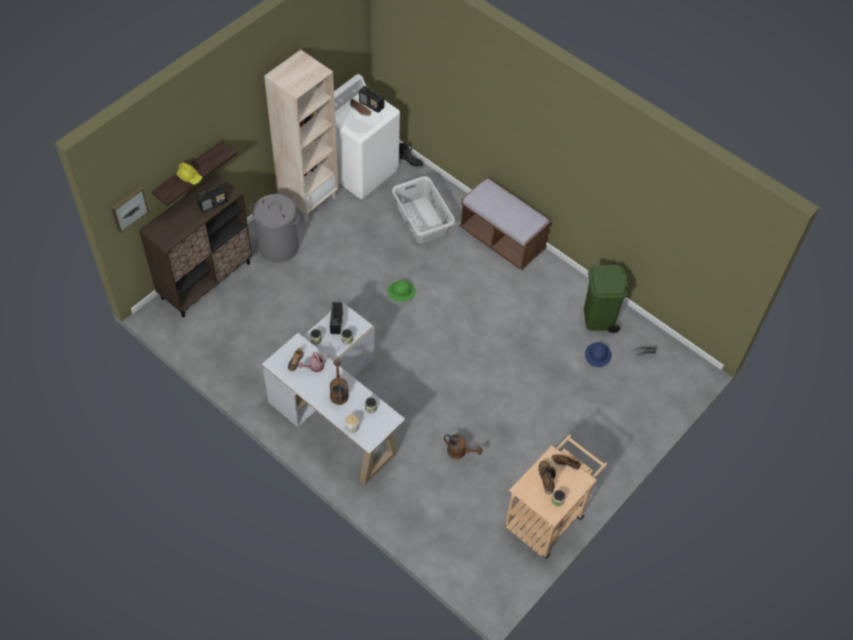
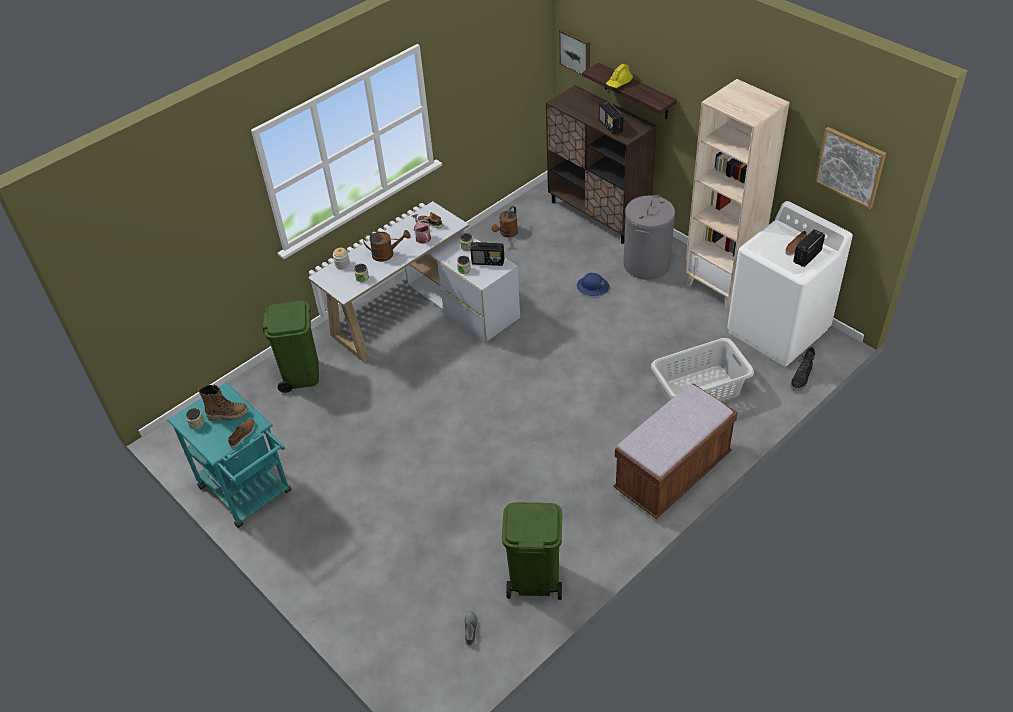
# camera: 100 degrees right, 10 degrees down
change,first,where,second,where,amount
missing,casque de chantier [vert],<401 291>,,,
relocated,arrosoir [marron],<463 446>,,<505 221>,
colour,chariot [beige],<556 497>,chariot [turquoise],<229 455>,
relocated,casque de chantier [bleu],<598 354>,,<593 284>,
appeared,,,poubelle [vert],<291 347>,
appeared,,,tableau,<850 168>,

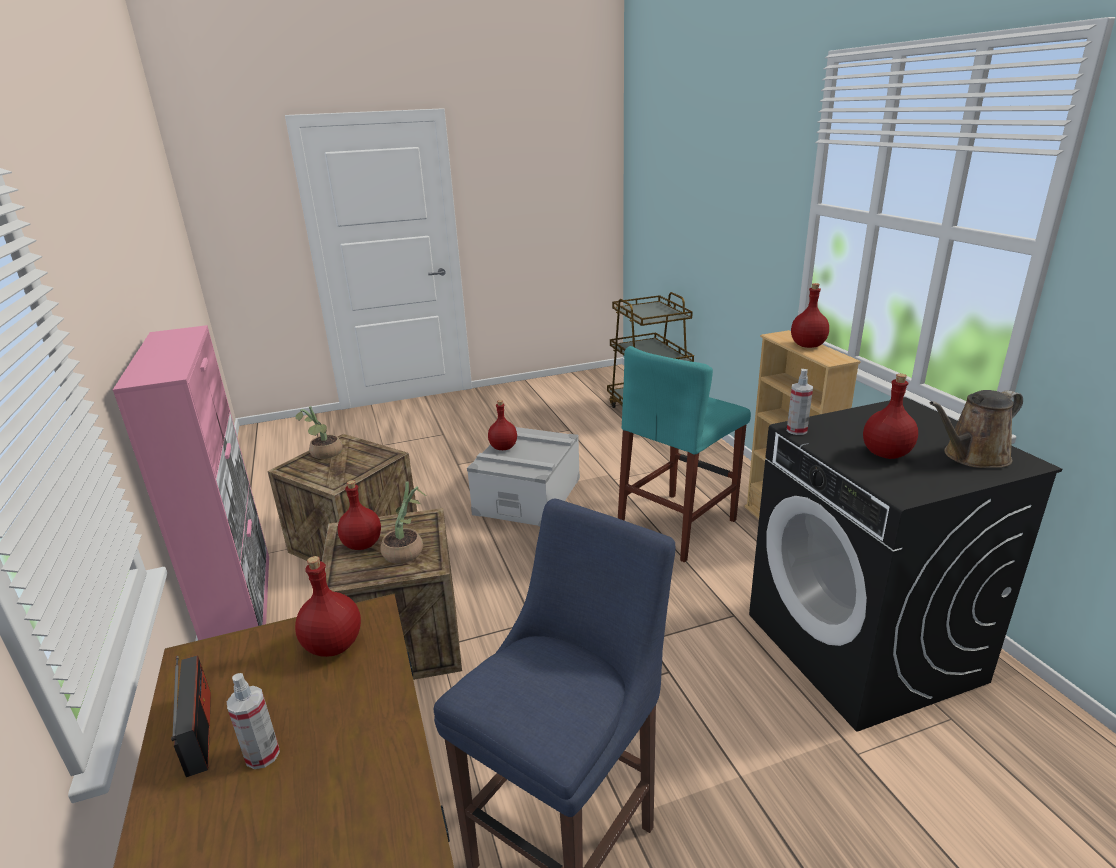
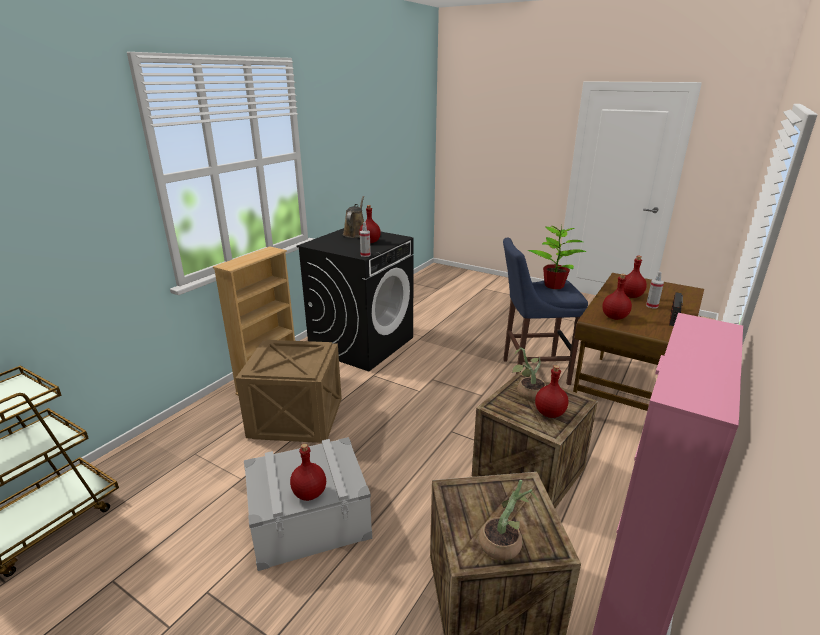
# camera: 130 degrees left, 0 degrees up
change,first,where,second,where,amount
exchanged,tabouret [turquoise],<684 454>,caisse,<288 391>,
relocated,bouteille [rouge],<810 315>,,<635 277>,
spun,arrosoir [marron],<976 429>,,<353 217>,105 degrees counterclockwise
appeared,,,plante en pot,<557 255>,

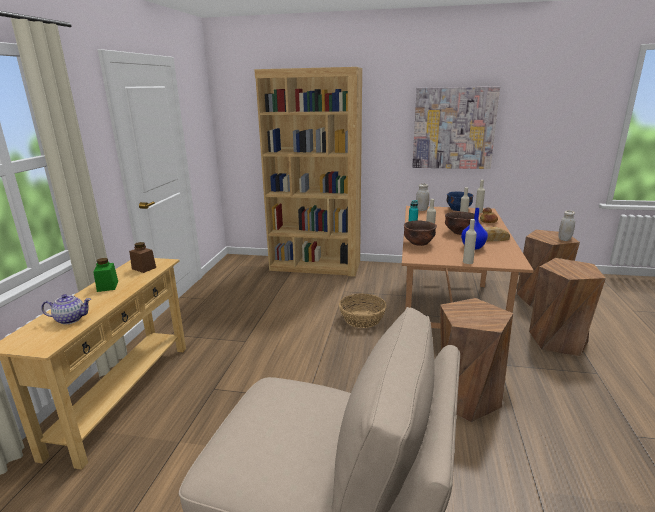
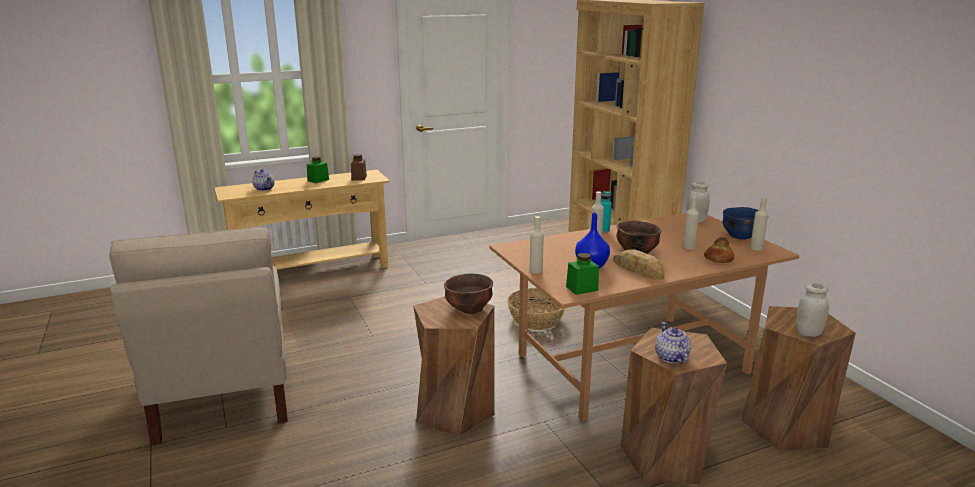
# camera: 55 degrees right, 0 degrees up
change,first,where,second,where,amount
relocated,bol [marron],<420 233>,,<468 294>,
missing,tableau,<456 128>,,,
appeared,,,bocal [vert],<582 274>,
appeared,,,théière,<673 343>,

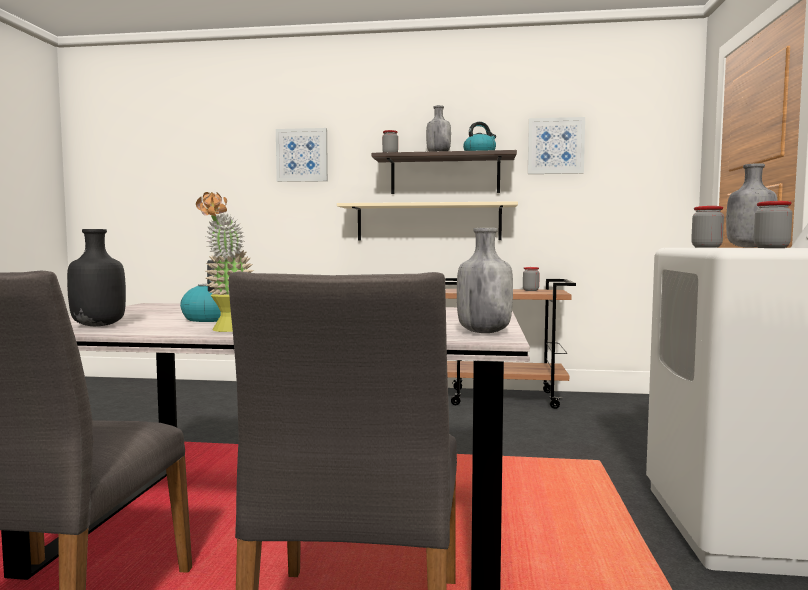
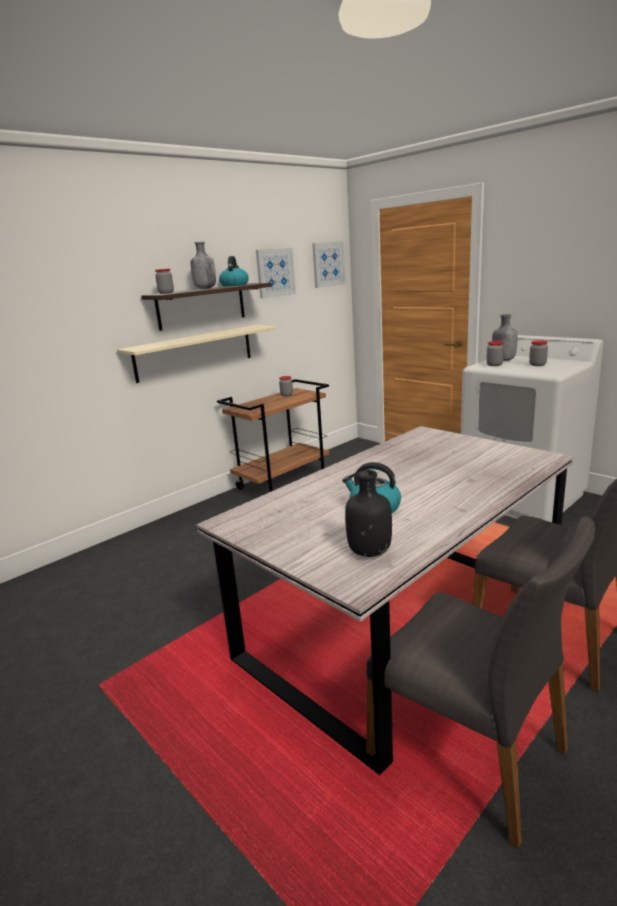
# camera: 50 degrees left, 15 degrees up
change,first,where,second,where,amount
missing,plante en pot,<225 262>,,,
relocated,tableau,<302 155>,,<329 264>,
missing,bouteille [gris],<485 280>,,,

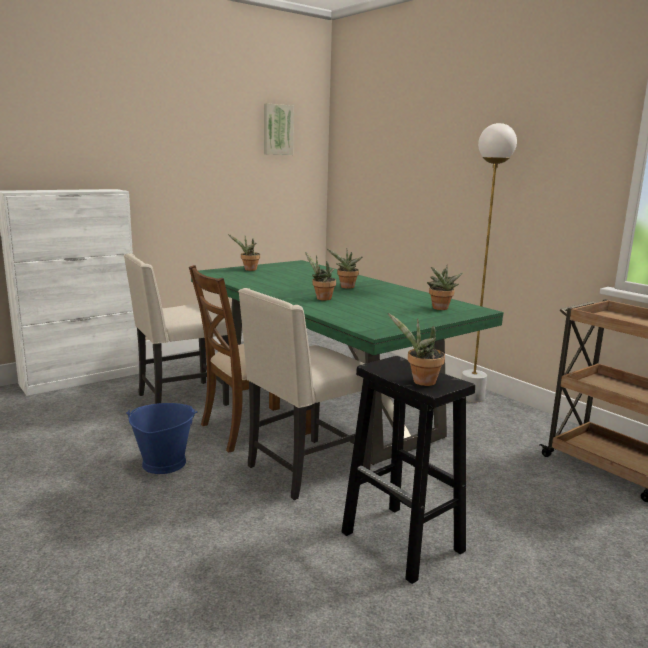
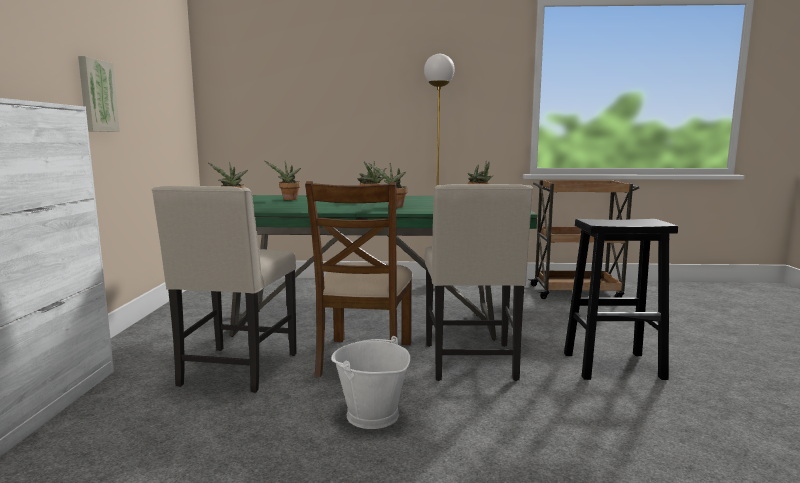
# camera: 50 degrees left, 5 degrees down
change,first,where,second,where,amount
colour,seau [bleu],<161 438>,seau [blanc],<370 382>,
relocated,tableau,<279 129>,,<99 94>,
relocated,plante en pot,<416 349>,,<283 180>,

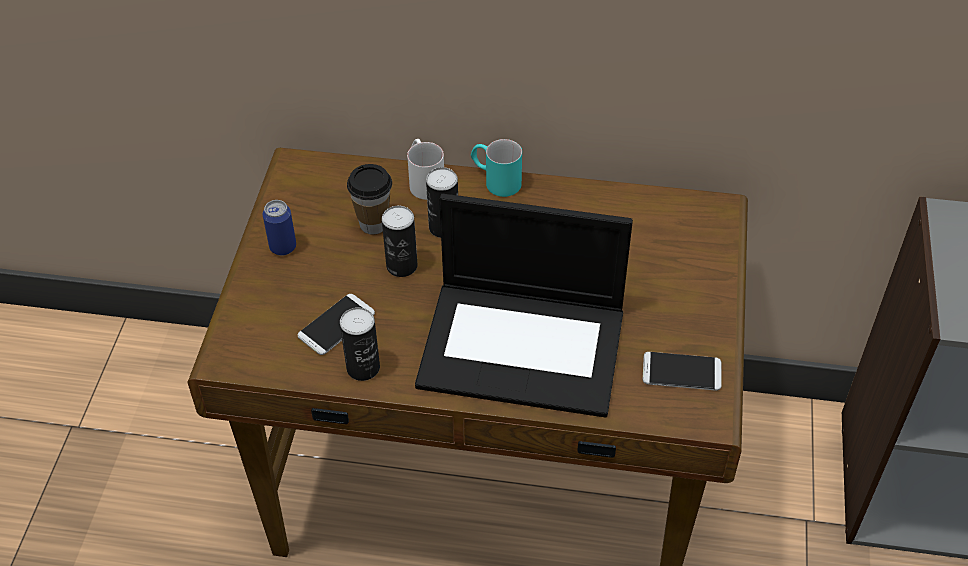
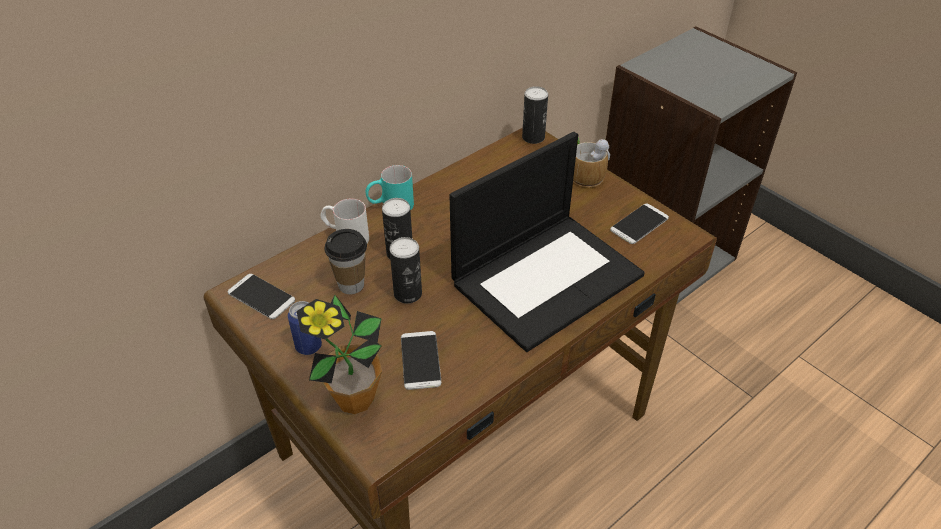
# camera: 50 degrees left, 5 degrees down
change,first,where,second,where,amount
relocated,boîte métallique,<360 344>,,<535 115>,
appeared,,,téléphone,<261 296>,
appeared,,,plante en pot,<339 354>,
appeared,,,mug,<591 162>,

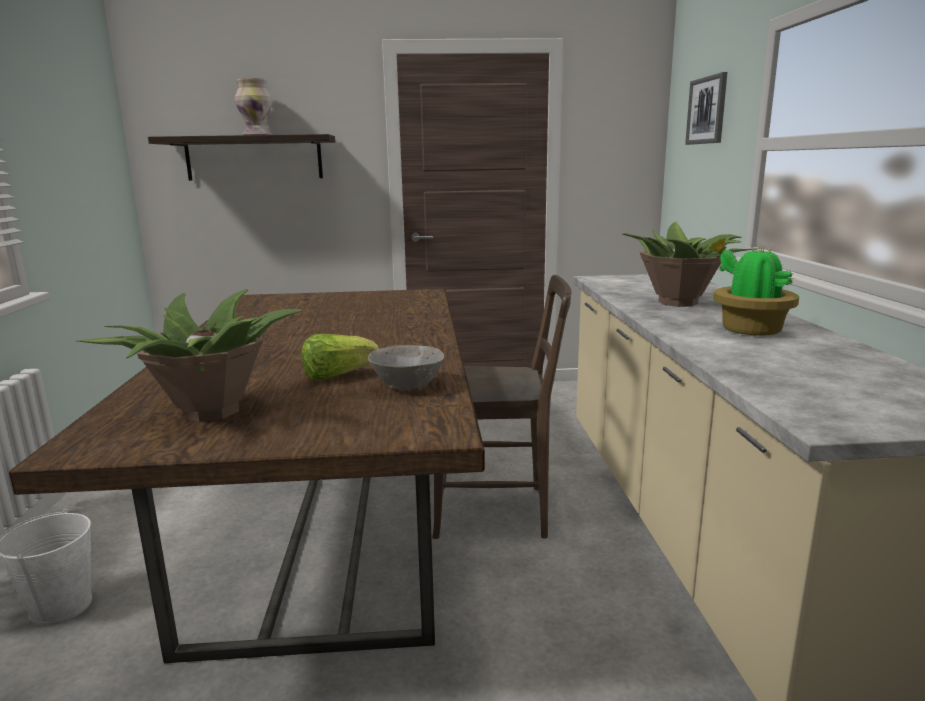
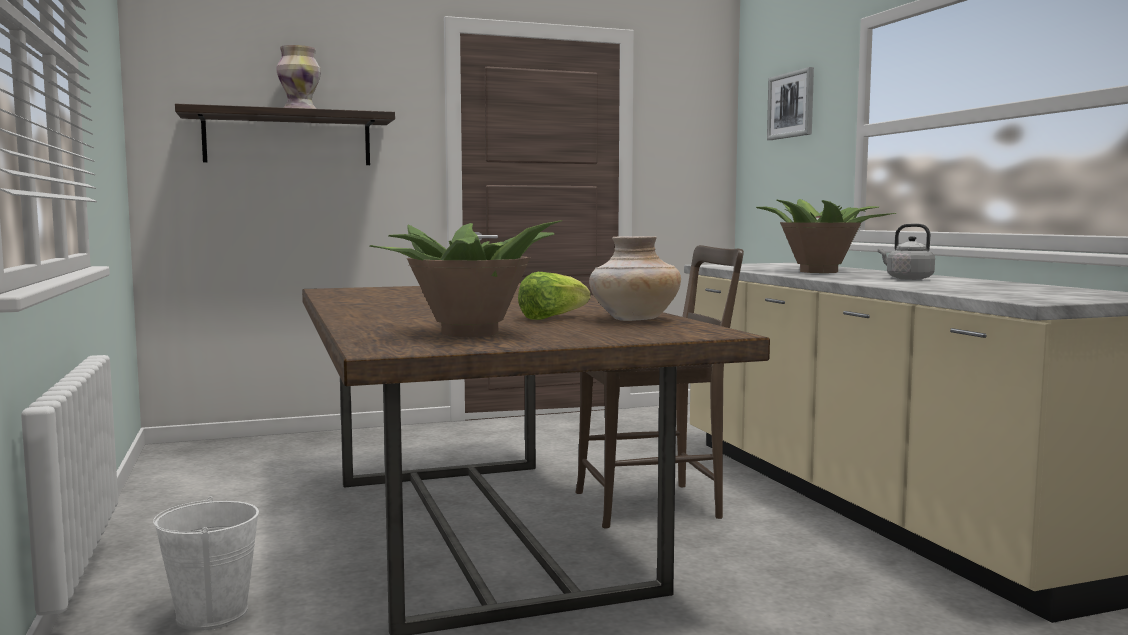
# camera: 15 degrees left, 10 degrees down
change,first,where,second,where,amount
exchanged,bol [gris],<406 367>,vase [beige],<635 278>,
exchanged,plante en pot,<754 287>,bouilloire [gris],<906 252>,

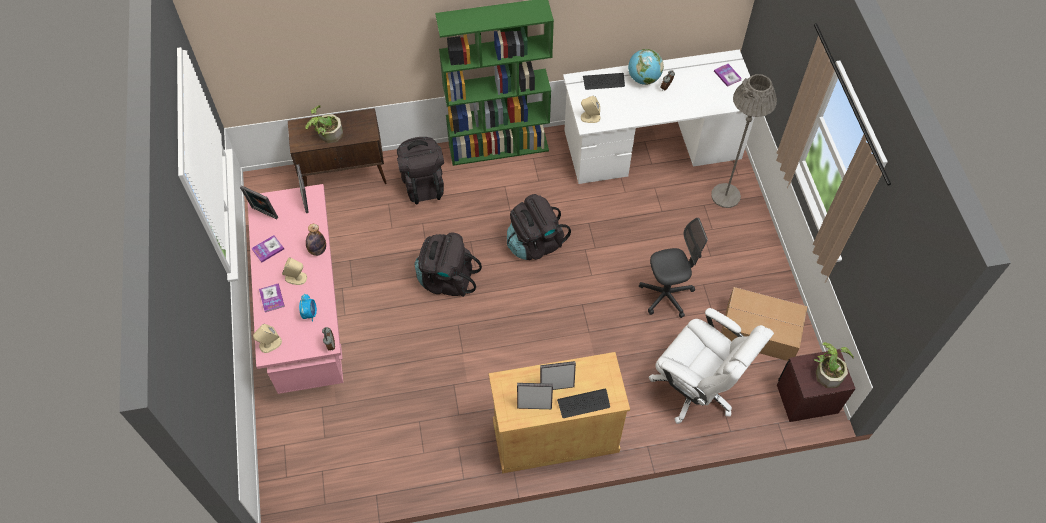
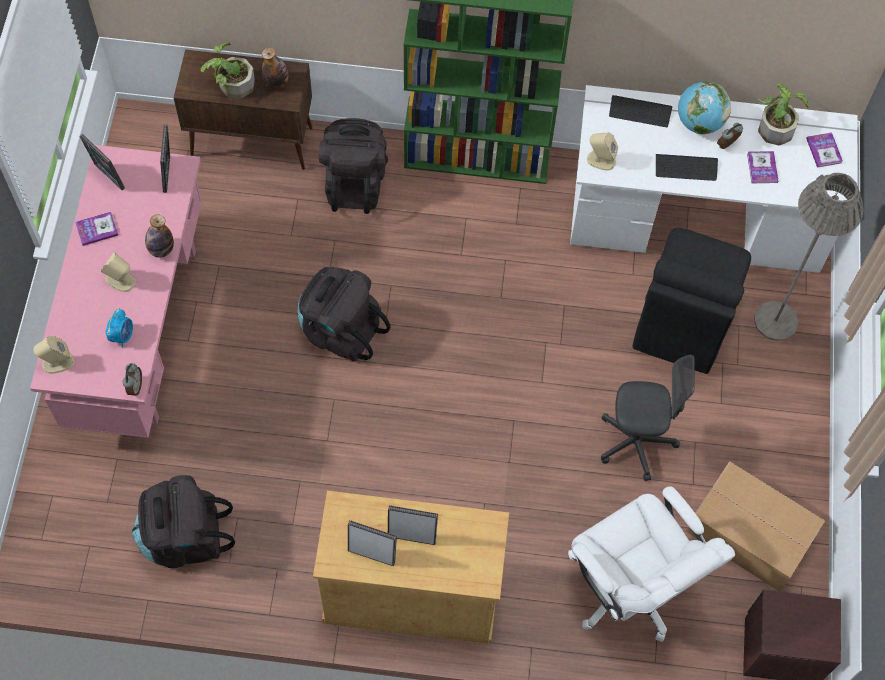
# camera: 15 degrees right, 5 degrees up
change,first,where,second,where,amount
relocated,livre,<272 298>,,<762 167>,
relocated,sac à dos [noir],<539 227>,,<183 521>,
relocated,clavier,<583 403>,,<687 167>,
relocated,plante en pot,<834 365>,,<783 114>,
appeared,,,bouteille,<275 68>,
appeared,,,chaise [noir],<691 301>,

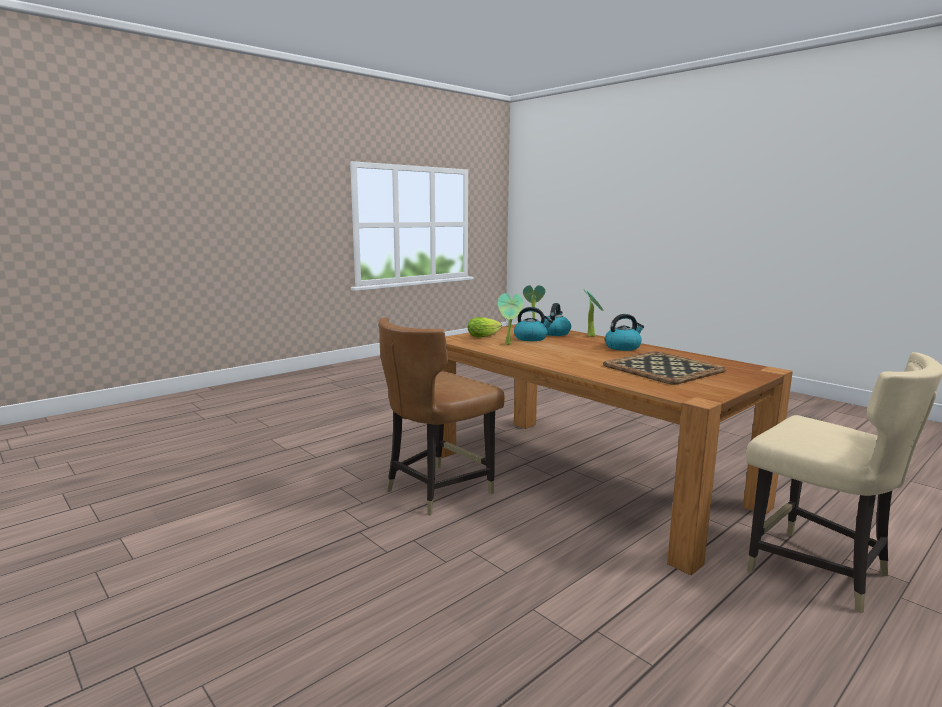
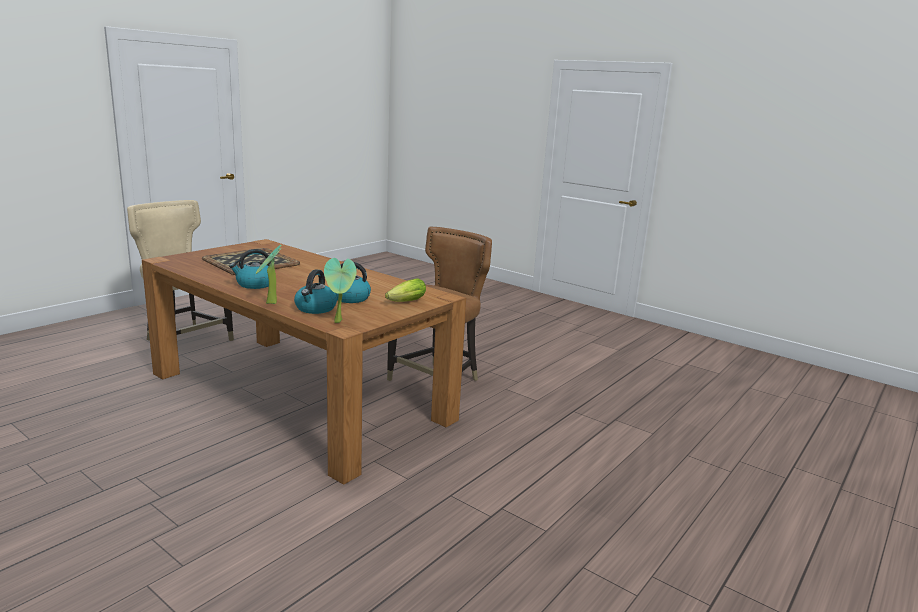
# camera: 170 degrees right, 5 degrees up
change,first,where,second,where,amount
missing,plante en pot,<510 319>,,,

